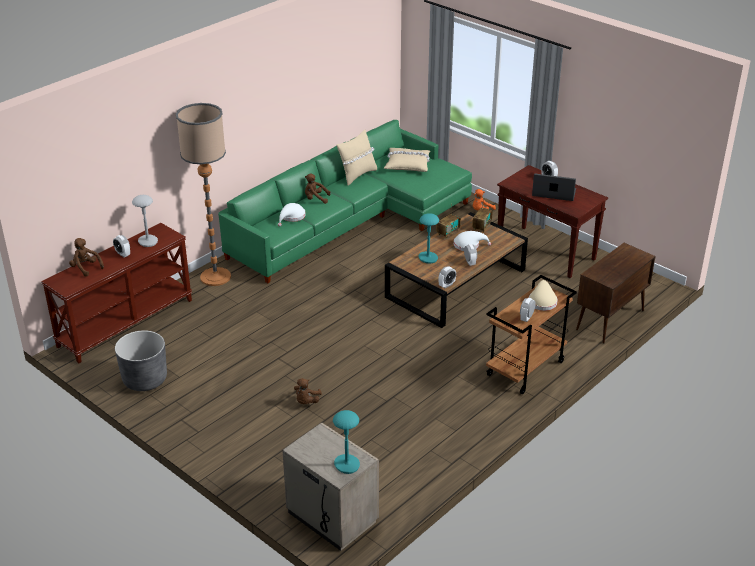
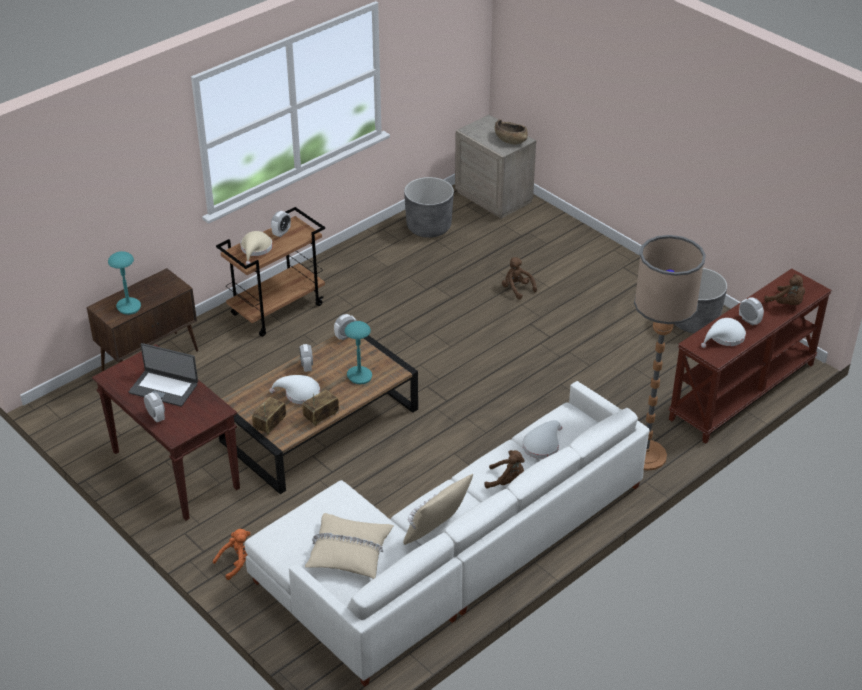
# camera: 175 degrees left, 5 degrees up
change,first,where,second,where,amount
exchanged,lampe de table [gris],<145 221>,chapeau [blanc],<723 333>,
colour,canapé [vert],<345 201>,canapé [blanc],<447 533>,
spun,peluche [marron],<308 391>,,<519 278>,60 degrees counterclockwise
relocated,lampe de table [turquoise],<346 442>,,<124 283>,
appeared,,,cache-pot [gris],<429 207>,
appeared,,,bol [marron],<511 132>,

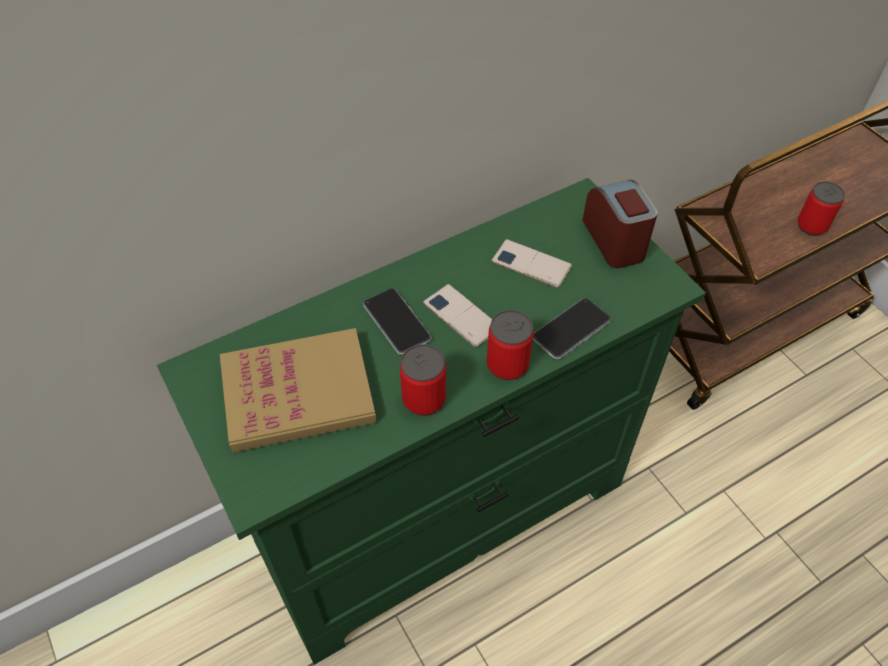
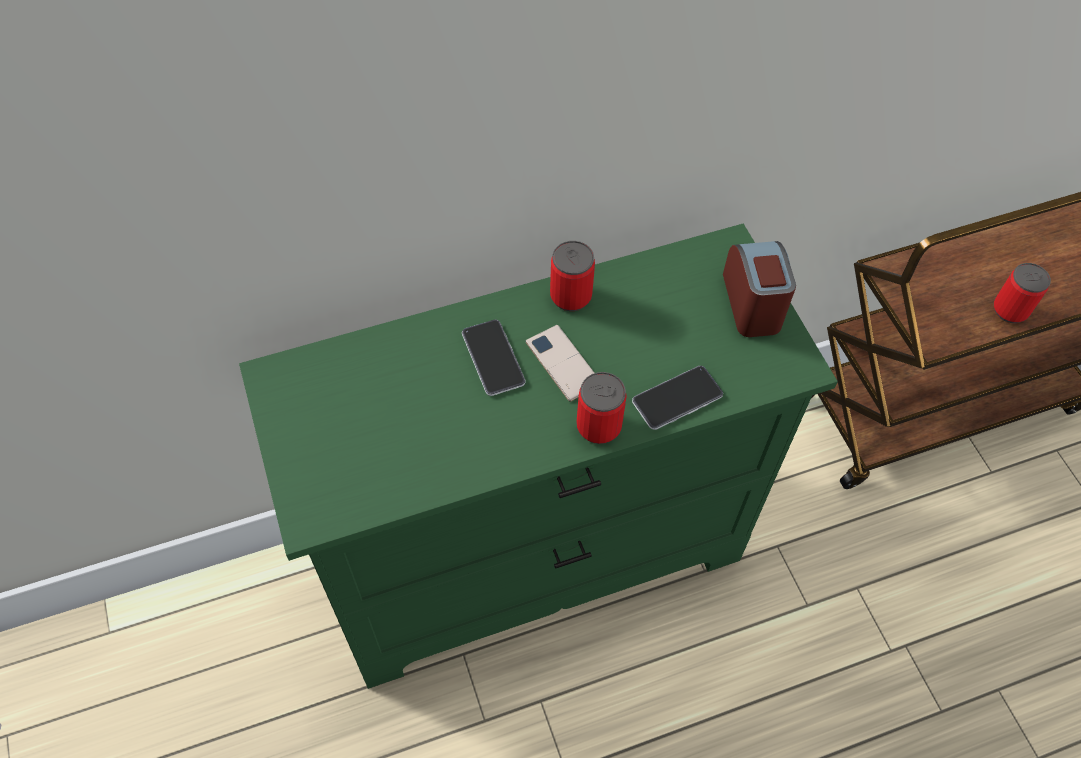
# camera: 10 degrees right, 5 degrees up
change,first,where,second,where,amount
missing,livre,<298 390>,,,
relocated,boîte métallique,<423 380>,,<572 276>,
missing,téléphone,<531 263>,,,

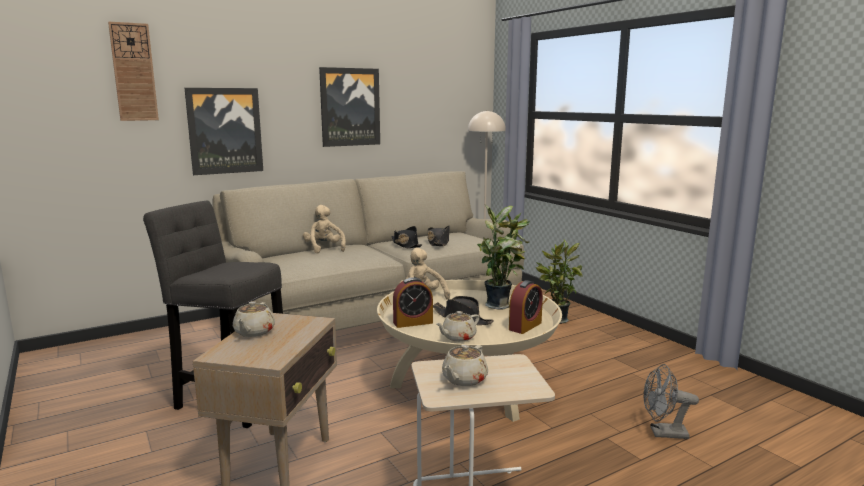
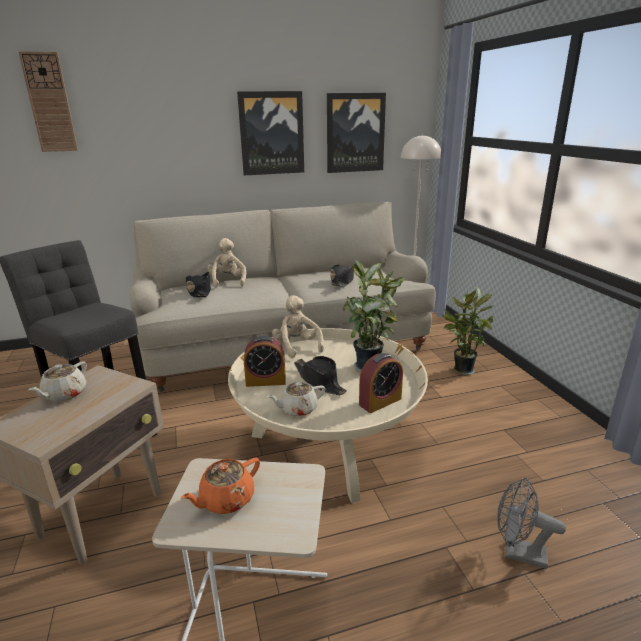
# camera: 15 degrees right, 10 degrees up
change,first,where,second,where,amount
relocated,tableau,<224 131>,,<356 133>,
relocated,chapeau [noir],<407 237>,,<198 284>,
colour,théière [beige],<465 365>,théière [orange],<220 486>,

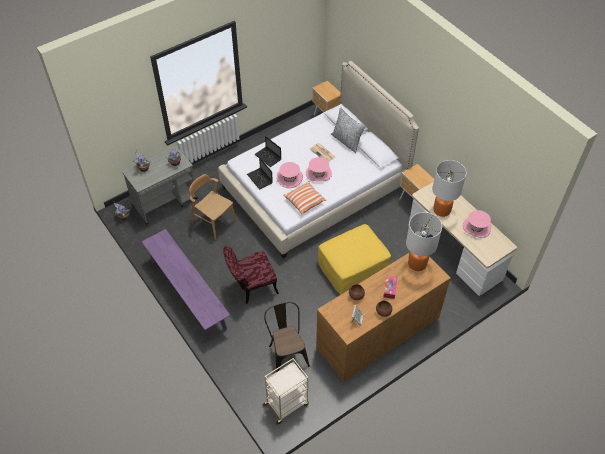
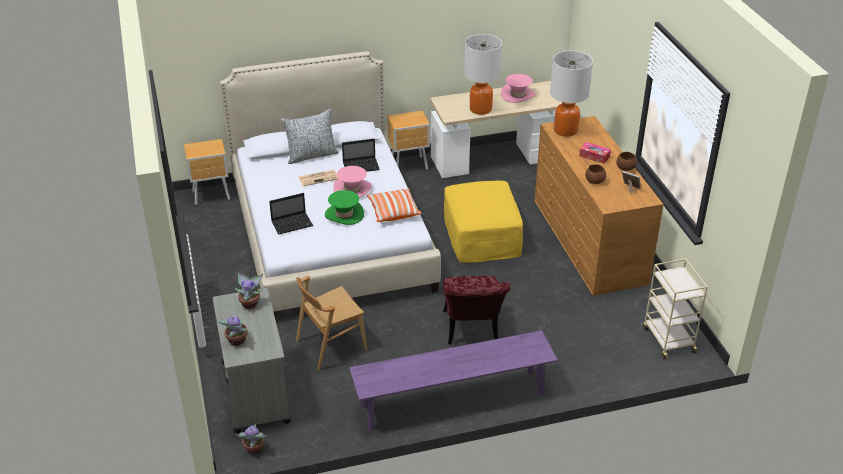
# camera: 70 degrees left, 15 degrees down
change,first,where,second,where,amount
relocated,ordinateur portable,<260 173>,,<361 155>,
missing,chaise [marron],<287 337>,,,
colour,chapeau [rose],<290 175>,chapeau [vert],<344 207>,

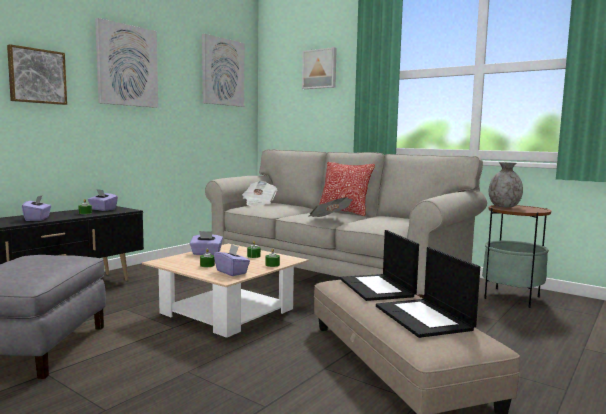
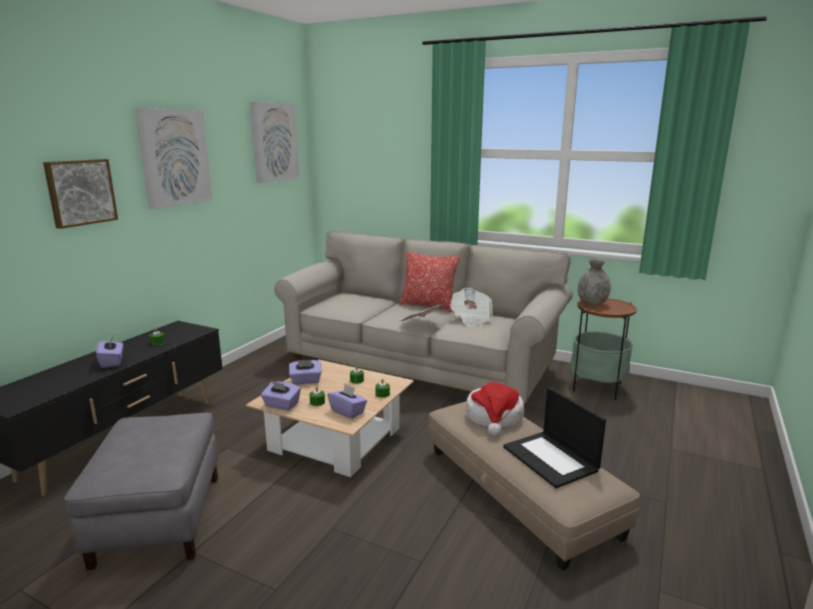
# camera: 10 degrees left, 10 degrees up
change,first,where,second,where,amount
relocated,boîte à mouchoirs [violet],<103 200>,,<281 395>,
relocated,journal,<260 193>,,<471 307>,
missing,tableau,<319 68>,,,
exchanged,ordinateur portable,<379 265>,chapeau,<495 409>,

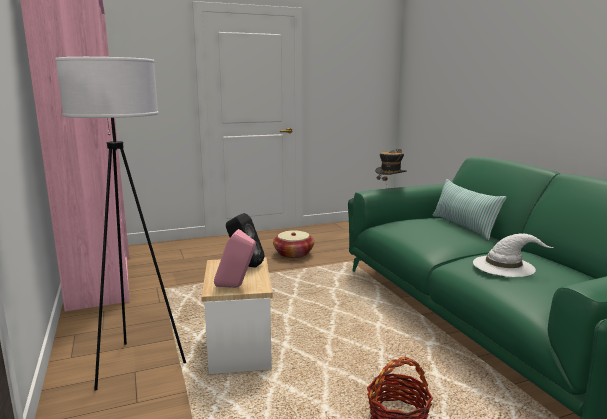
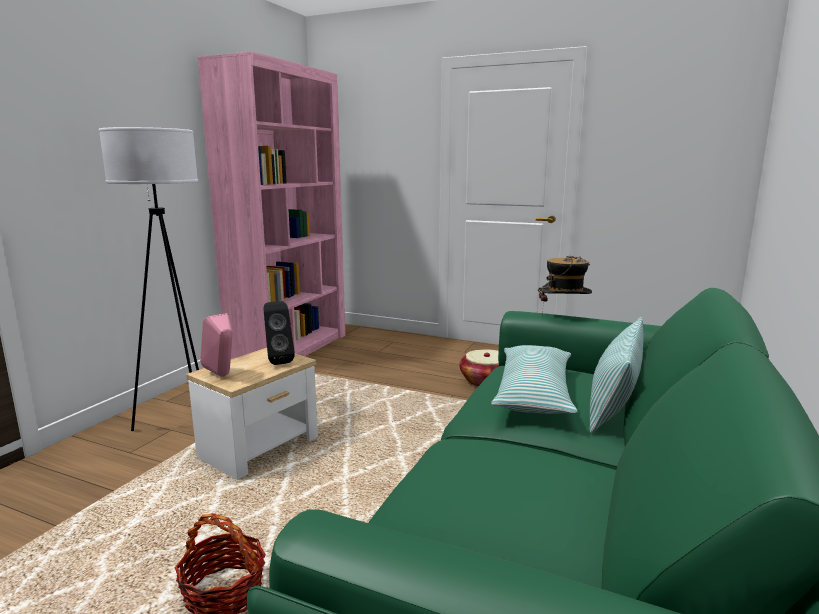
# camera: 45 degrees right, 0 degrees up
change,first,where,second,where,amount
missing,chapeau [blanc],<513 255>,,,
appeared,,,coussin,<534 379>,

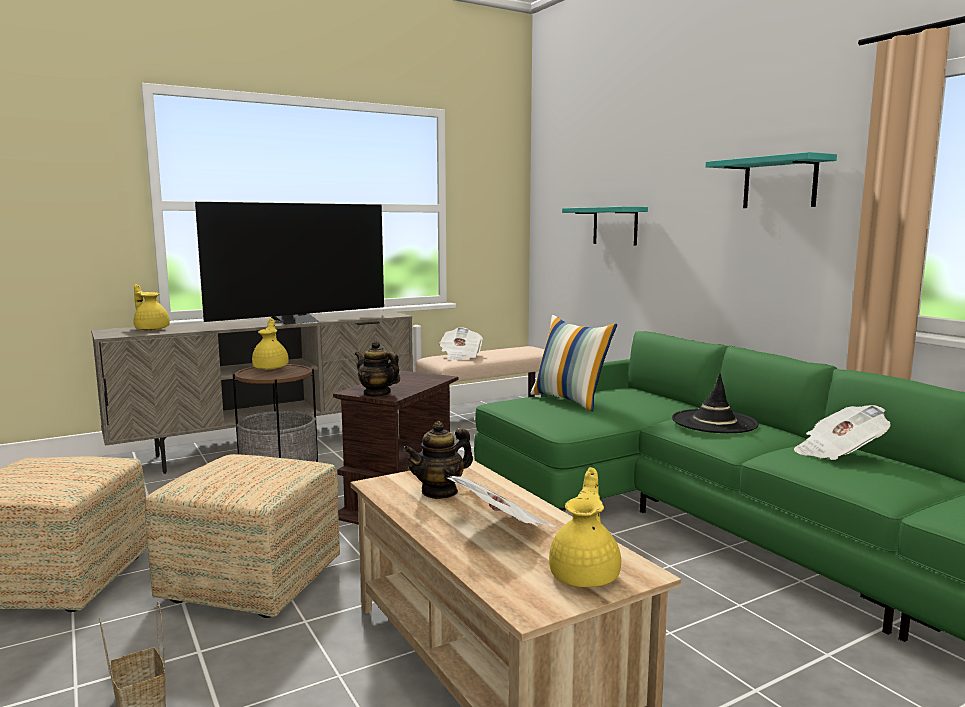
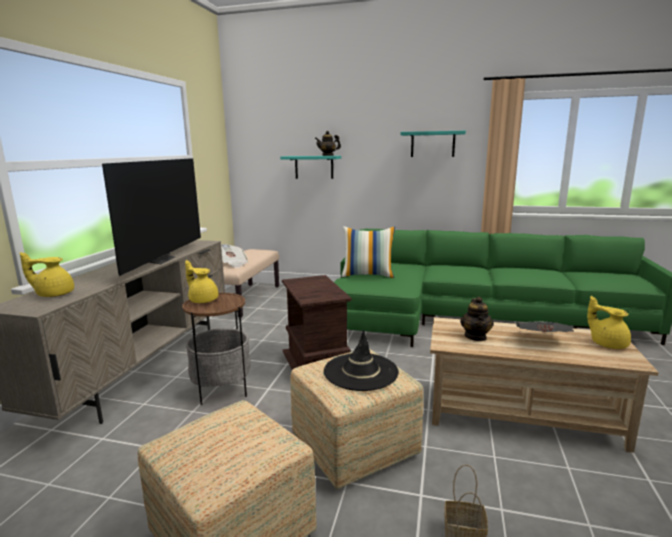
# camera: 45 degrees left, 5 degrees up
change,first,where,second,where,amount
relocated,théière,<377 369>,,<328 143>,
relocated,chapeau [noir],<715 403>,,<361 360>,
missing,journal,<842 432>,,,

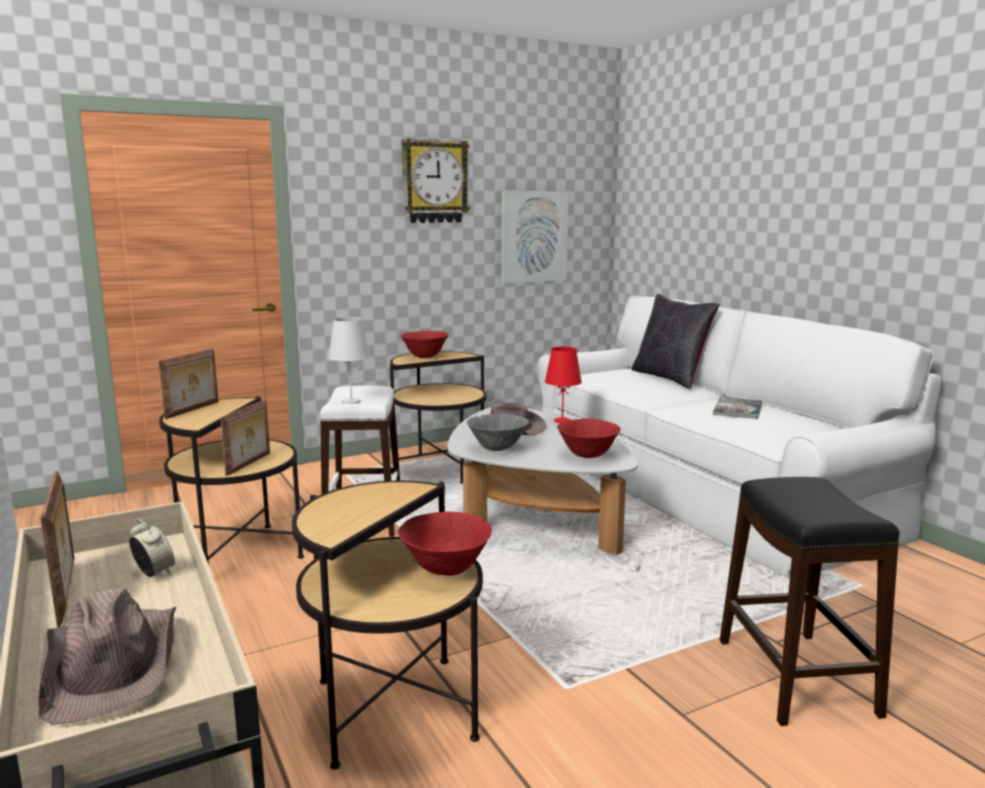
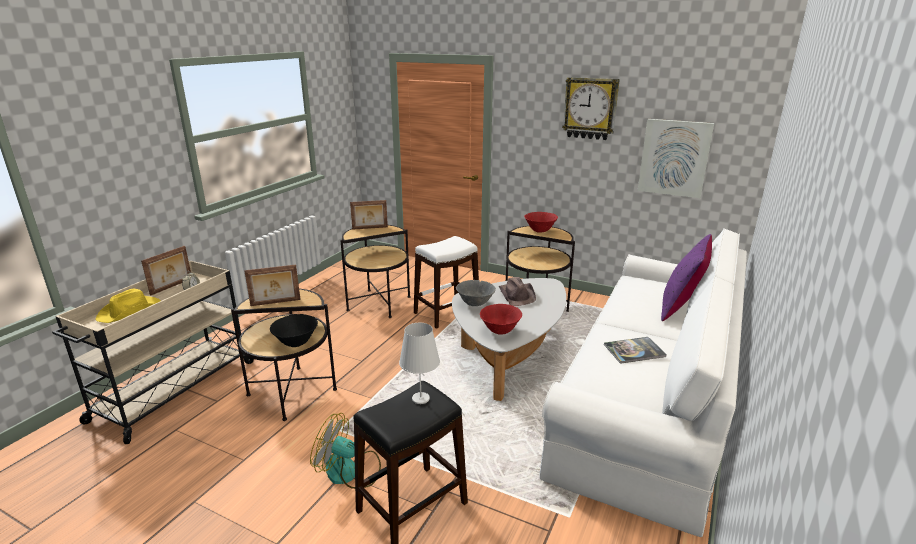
# camera: 55 degrees right, 10 degrees up
change,first,where,second,where,amount
colour,chapeau [marron],<106 657>,chapeau [jaune],<128 306>,
relocated,cadre photo,<245 437>,,<272 285>,
relocated,lampe de table [blanc],<349 360>,,<419 363>,
colour,bol [rouge],<445 544>,bol [noir],<294 330>,
missing,lampe de table [rouge],<563 385>,,,
colour,coussin [noir],<675 341>,coussin [violet],<686 277>,
appeared,,,ventilateur,<345 451>,

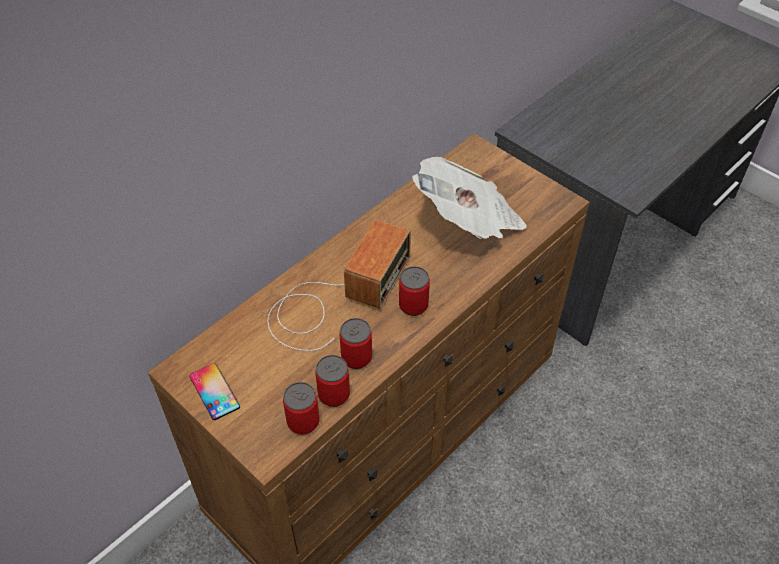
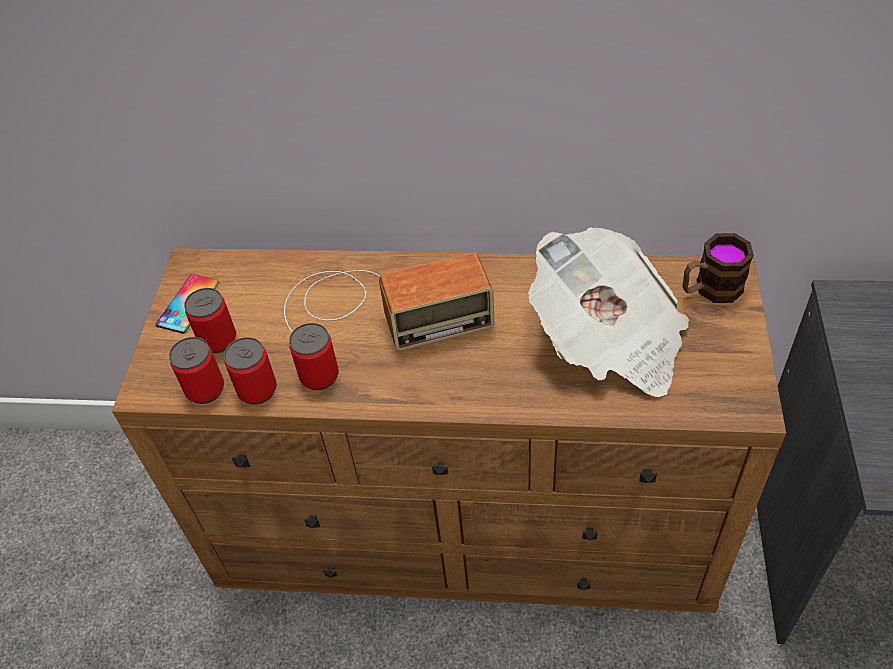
# camera: 55 degrees right, 0 degrees up
change,first,where,second,where,amount
relocated,boîte métallique,<414 291>,,<210 320>,
appeared,,,mug,<718 268>,

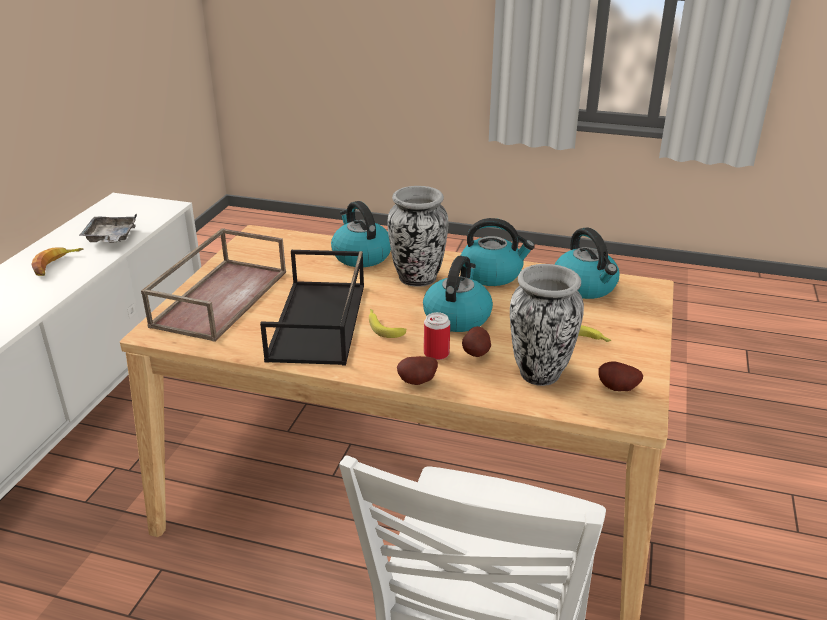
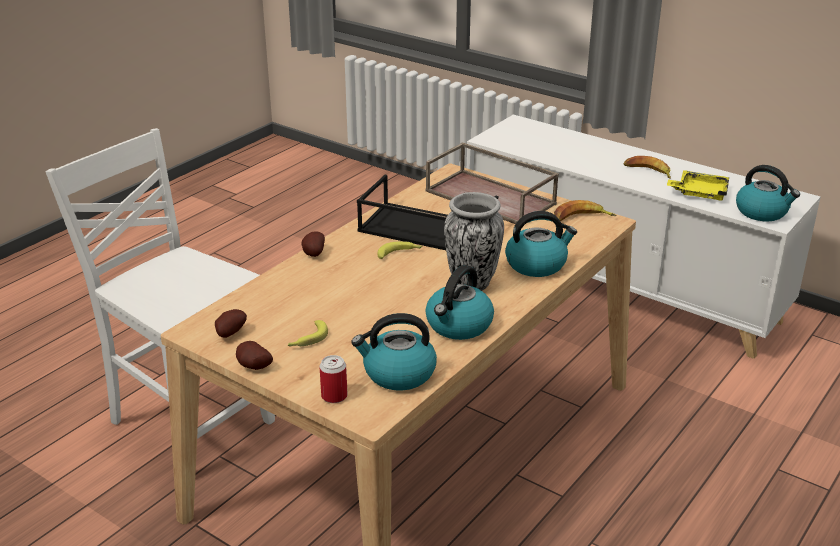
# camera: 110 degrees right, 0 degrees up
change,first,where,second,where,amount
colour,plateau [gris],<108 228>,plateau [jaune],<698 185>,
relocated,bouilloire,<458 294>,,<768 193>,
relocated,boîte métallique,<437 336>,,<333 379>,
relocated,pomme de terre,<476 341>,,<254 355>,
missing,vase,<547 325>,,,
appeared,,,banane,<585 210>,

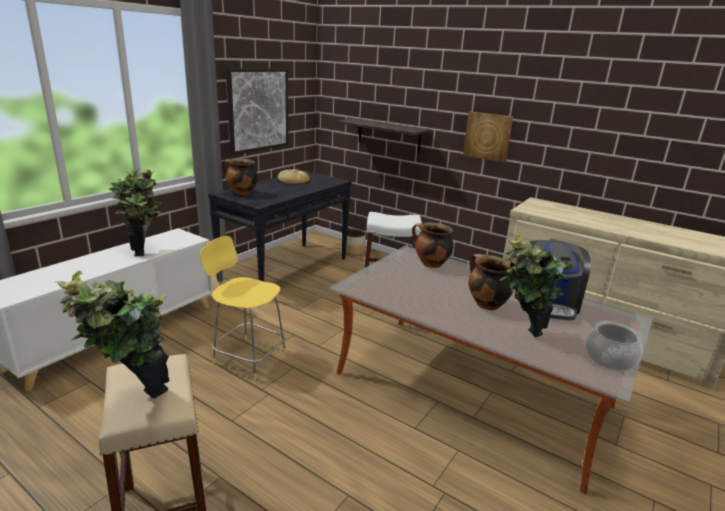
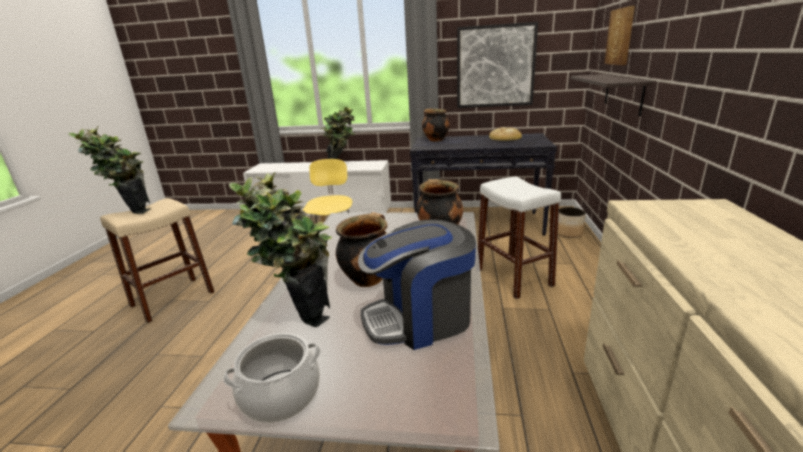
# camera: 65 degrees right, 0 degrees up
change,first,where,second,where,amount
relocated,tableau,<488 137>,,<619 35>,

